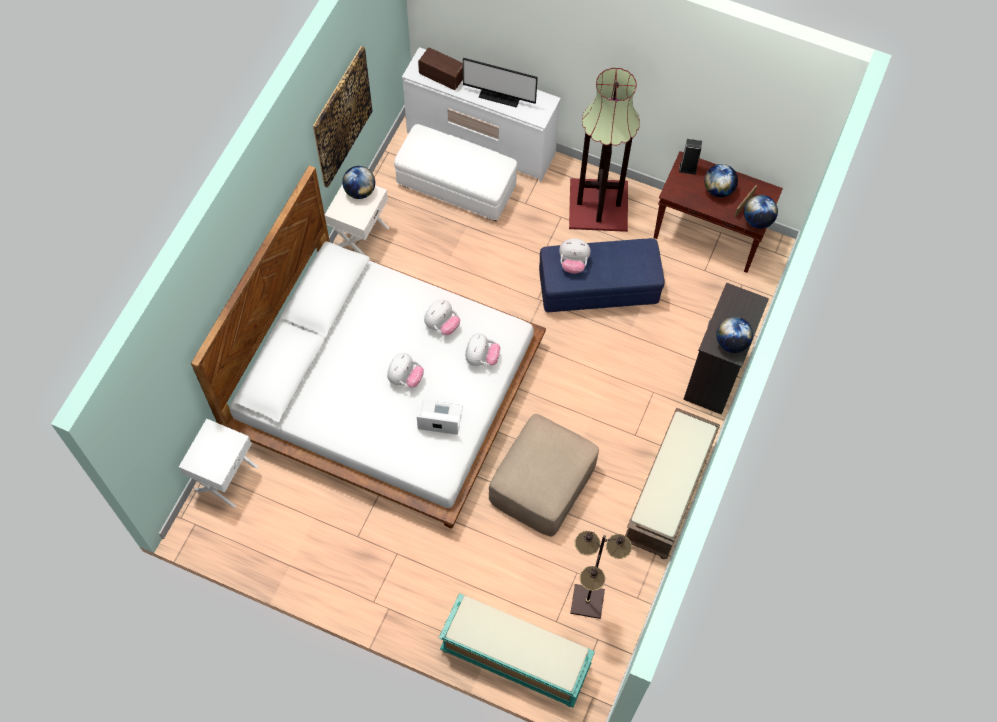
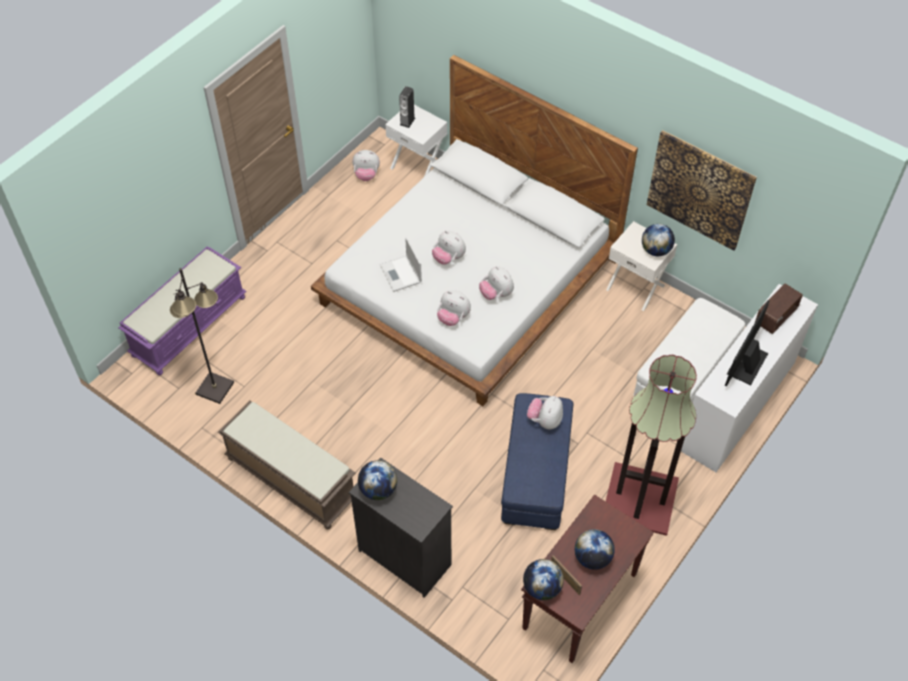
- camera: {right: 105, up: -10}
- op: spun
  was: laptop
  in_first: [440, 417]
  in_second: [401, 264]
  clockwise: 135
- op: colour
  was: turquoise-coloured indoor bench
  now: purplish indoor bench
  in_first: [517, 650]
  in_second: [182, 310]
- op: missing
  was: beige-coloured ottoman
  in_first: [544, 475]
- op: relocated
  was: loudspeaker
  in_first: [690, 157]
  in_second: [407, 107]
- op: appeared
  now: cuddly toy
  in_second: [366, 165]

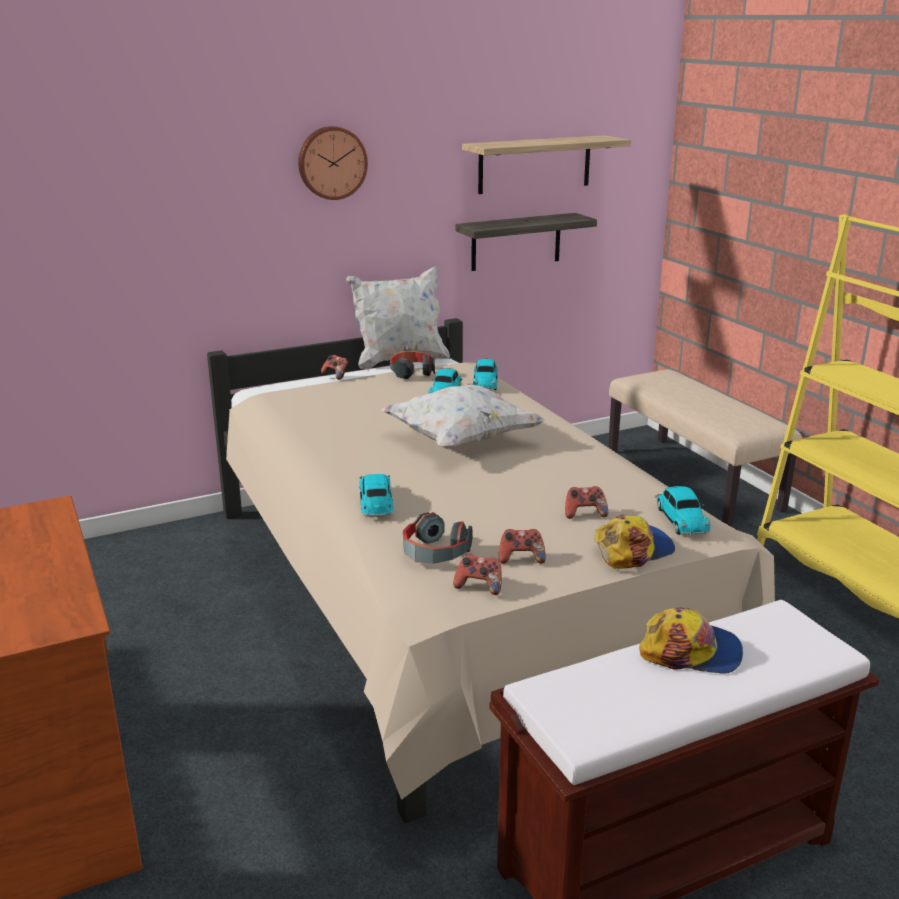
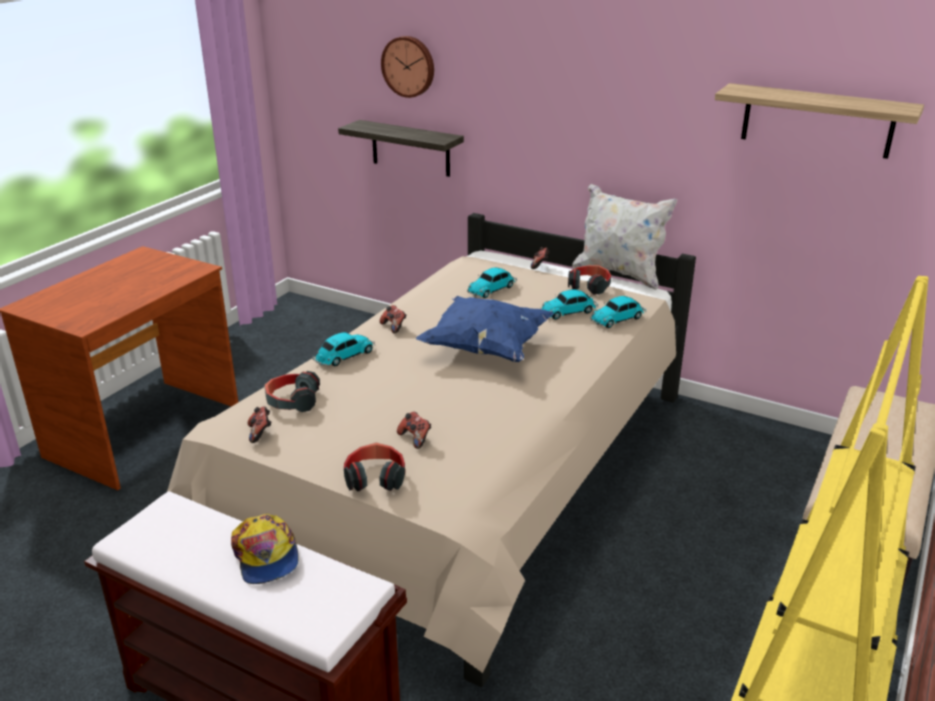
- camera: {right: 55, up: 5}
- op: relocated
  was: wall clock
  in_first: [333, 163]
  in_second: [407, 67]
- op: colour
  was: white pillow
  now: blue-coloured pillow
  in_first: [464, 417]
  in_second: [485, 329]
- op: relocated
  was: wall shelf
  in_first: [526, 242]
  in_second: [401, 148]
- op: relocated
  was: joypad
  in_first: [522, 546]
  in_second: [393, 319]
- op: exchanged
  was: baseball cap
  now: headphones
  in_first: [634, 541]
  in_second: [374, 467]
- op: relocated
  was: model car
  in_first: [683, 511]
  in_second: [492, 282]

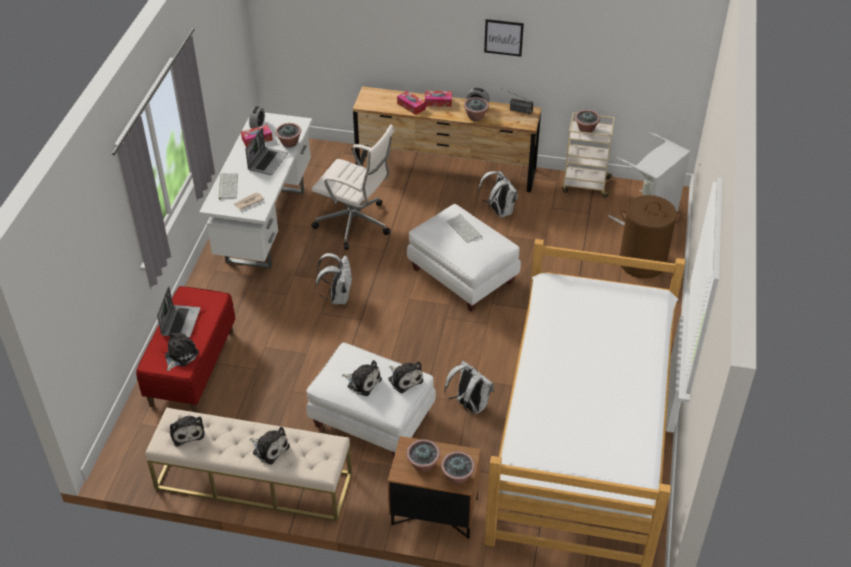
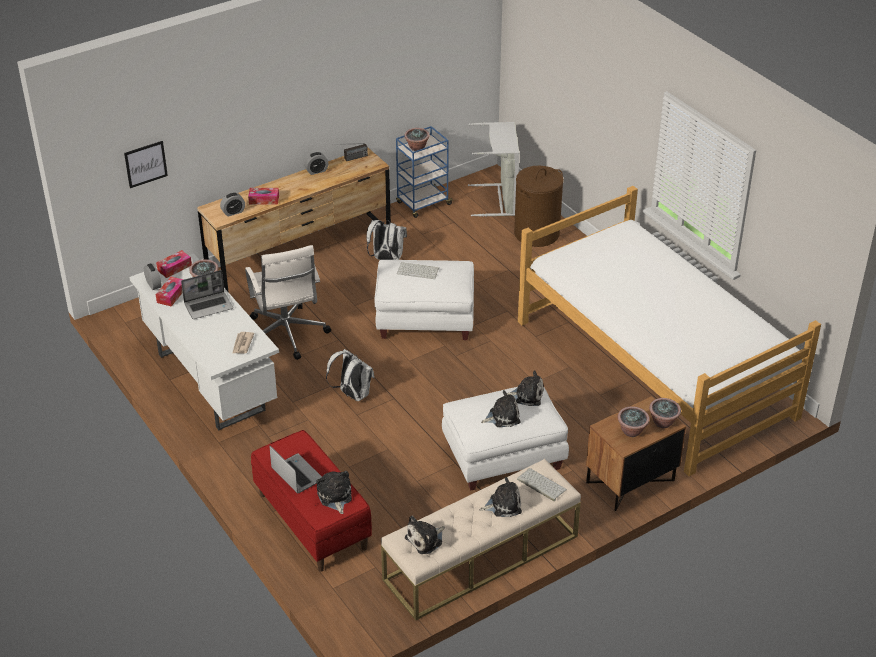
- camera: {right: -45, up: -5}
- op: spun
  was: cuddly toy
  in_first: [187, 431]
  in_second: [425, 534]
  clockwise: 120
- op: relocated
  was: computer keyboard
  in_first: [228, 186]
  in_second: [542, 484]
- op: spun
  was: laptop
  in_first: [266, 151]
  in_second: [207, 294]
  clockwise: 90
- op: spun
  was: white office chair
  in_first: [352, 187]
  in_second: [288, 302]
  clockwise: 90
- op: relocated
  was: tissue box
  in_first: [438, 99]
  in_second: [174, 264]
- op: missing
  was: white knapsack
  in_first: [469, 387]
- op: missing
  was: houseplant
  in_first: [476, 109]
- op: relocated
  was: picture
  in_first: [504, 38]
  in_second: [146, 164]
- op: colour
  was: beige-coloured trolley
  now: blue-coloured trolley
  in_first: [588, 155]
  in_second: [425, 172]
- op: appeared
  now: table clock
  in_second: [232, 205]

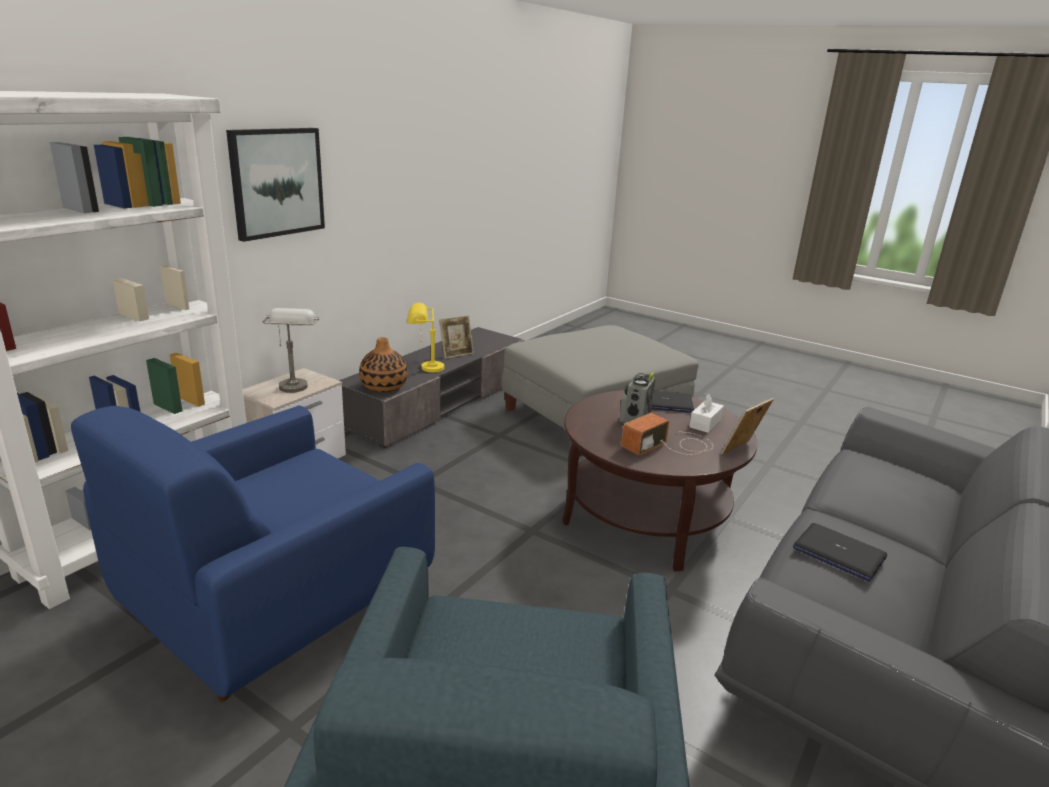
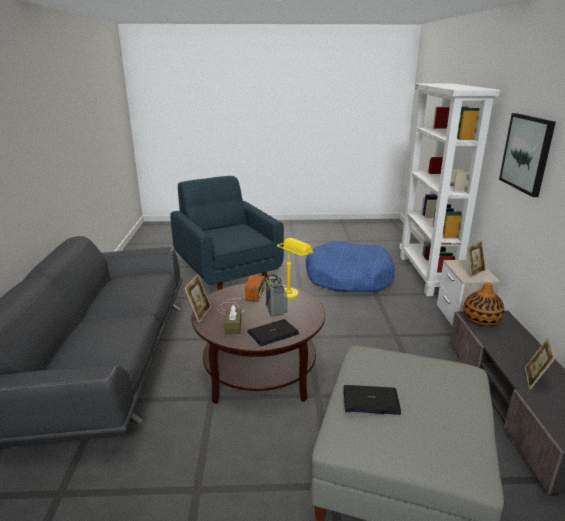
- camera: {right: 145, up: 0}
- op: exchanged
  was: blue-coloured armchair
  now: blue-coloured pet bed
  in_first: [253, 553]
  in_second: [350, 266]
- op: exchanged
  was: grey tabletop lamp
  now: picture frame
  in_first: [291, 350]
  in_second: [476, 259]
- op: relocated
  was: yellow tabletop lamp
  in_first: [425, 338]
  in_second: [295, 269]
- op: colour
  was: white tissue box
  now: brownish tissue box
  in_first: [706, 413]
  in_second: [232, 319]
- op: relocated
  was: laptop
  in_first: [840, 552]
  in_second: [372, 400]

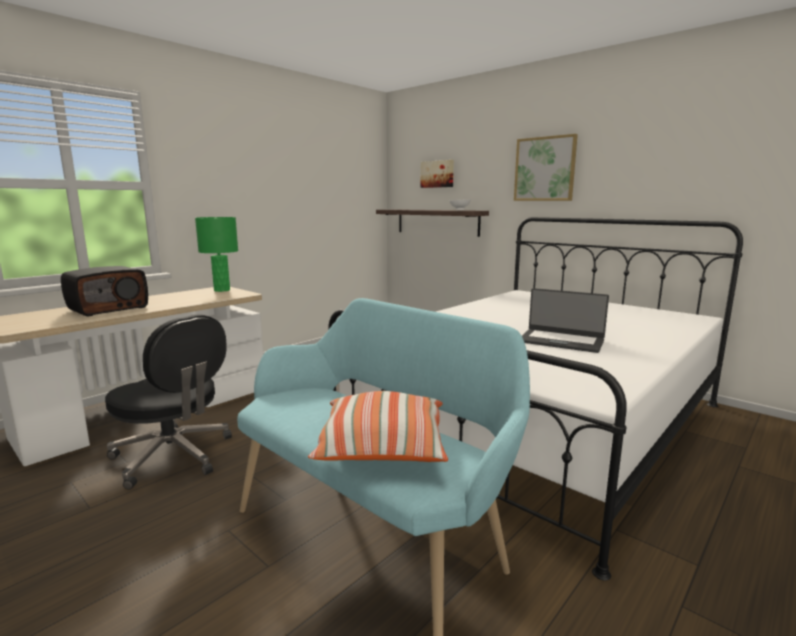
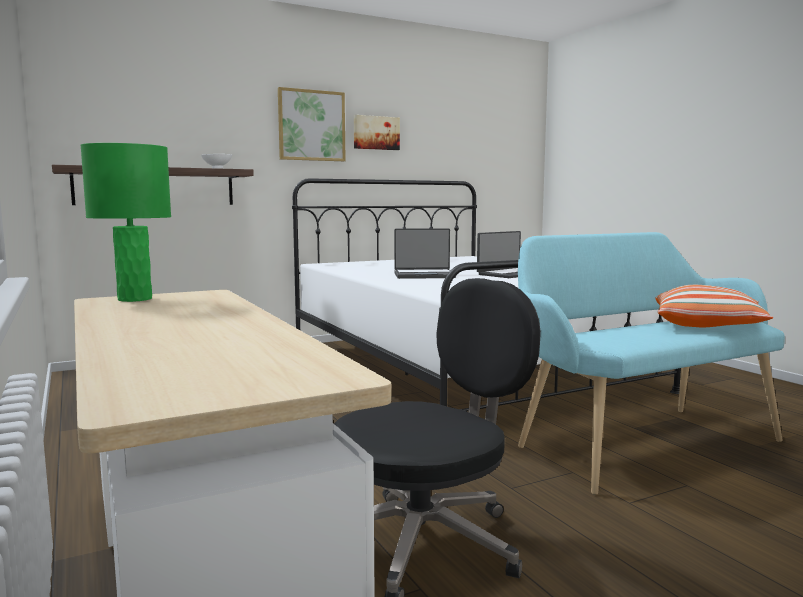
- camera: {right: -70, up: -5}
- op: missing
  was: radio receiver
  in_first: [104, 291]
- op: relocated
  was: picture
  in_first: [437, 174]
  in_second: [377, 132]
- op: appeared
  now: laptop
  in_second: [425, 253]

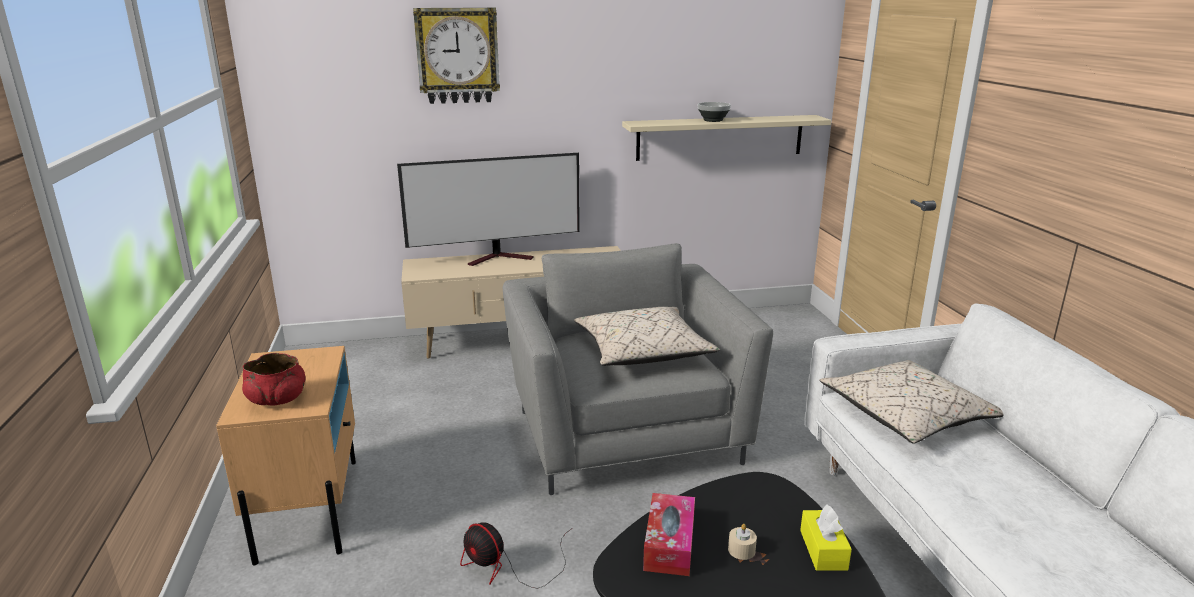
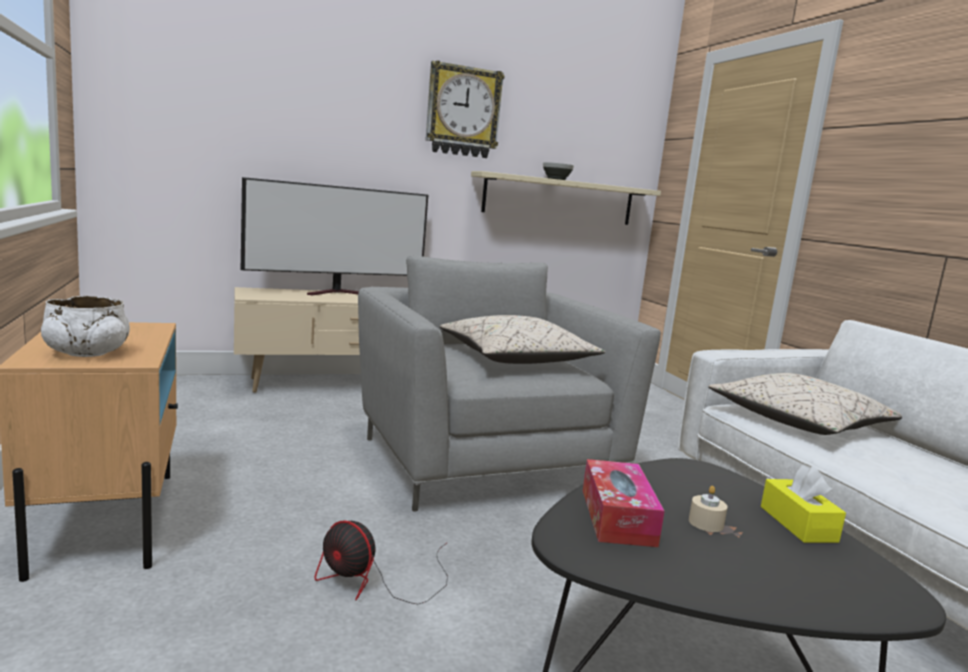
- camera: {right: -10, up: -10}
- op: colour
  was: red-coloured deep dish
  now: white deep dish
  in_first: [273, 379]
  in_second: [85, 326]
- op: relocated
  was: wall clock
  in_first: [456, 56]
  in_second: [465, 109]

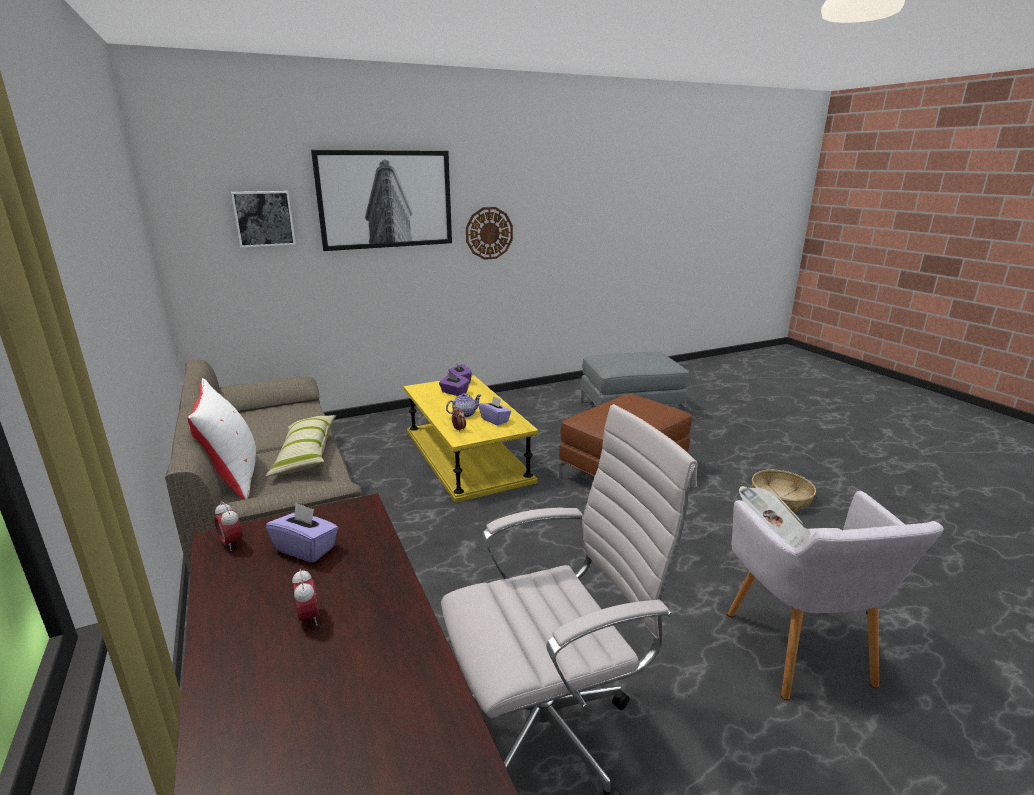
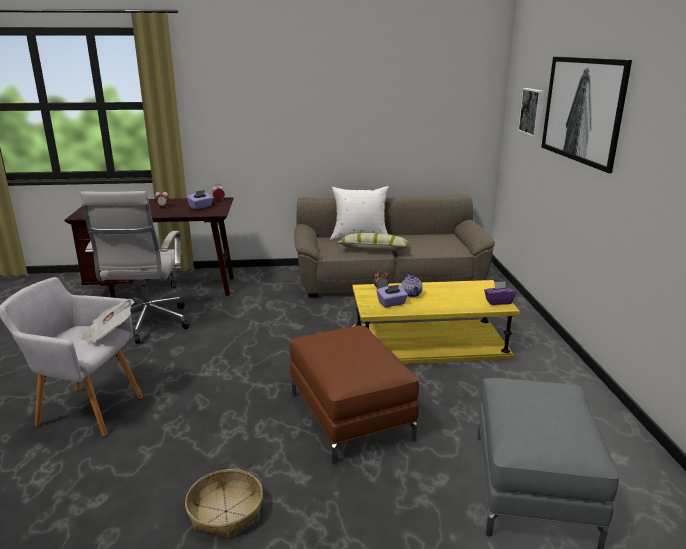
- camera: {right: 110, up: 0}
- op: missing
  was: purplish tissue box
  in_first: [454, 384]
- op: missing
  was: wall clock
  in_first: [489, 233]

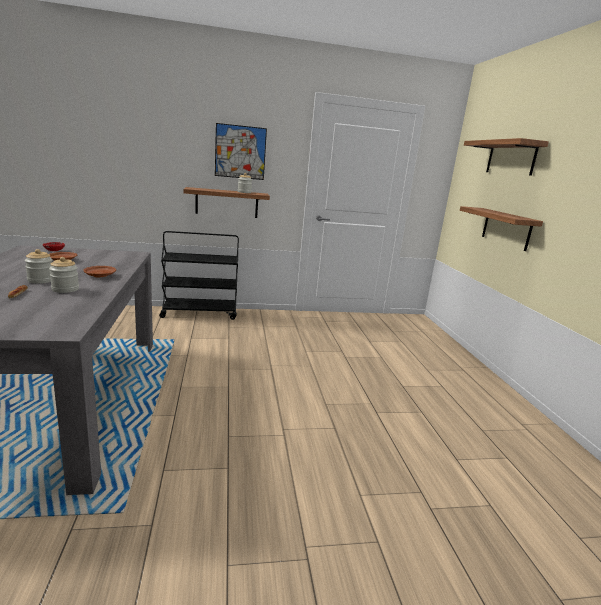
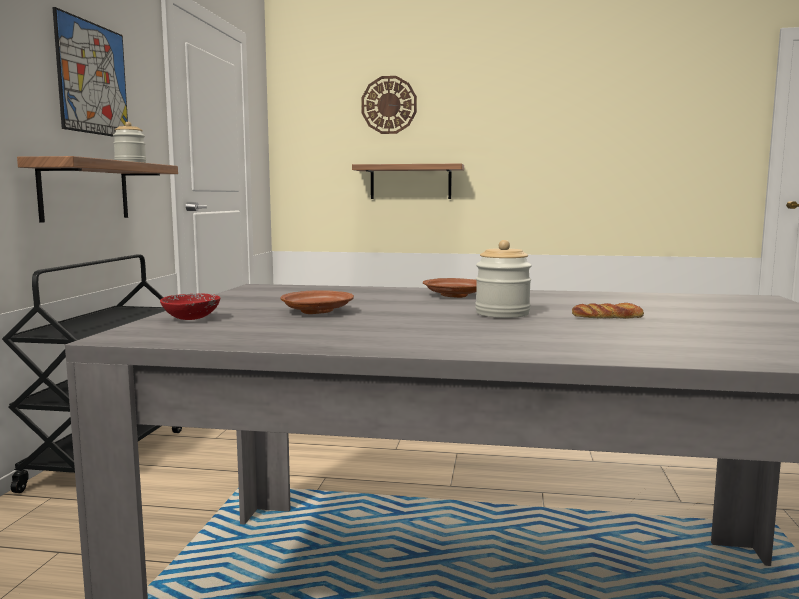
- camera: {right: -70, up: -10}
- op: missing
  was: storage jar
  in_first: [64, 275]
- op: exchanged
  was: wall shelf
  now: wall clock
  in_first: [506, 157]
  in_second: [389, 105]

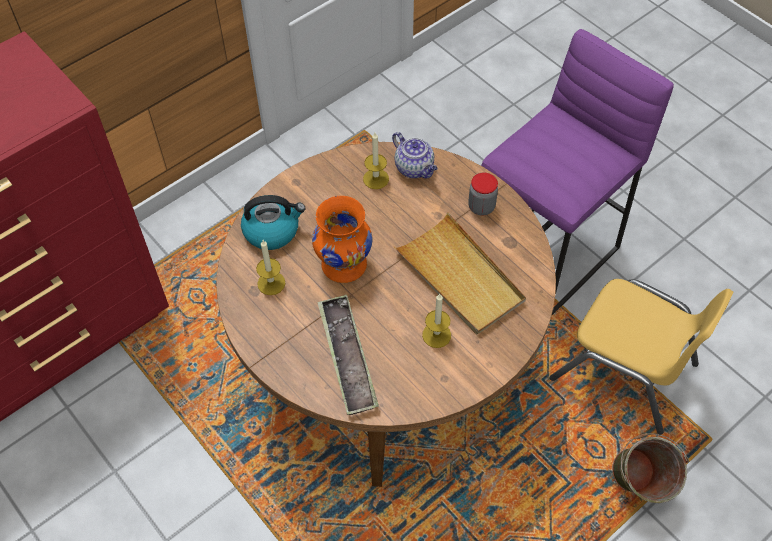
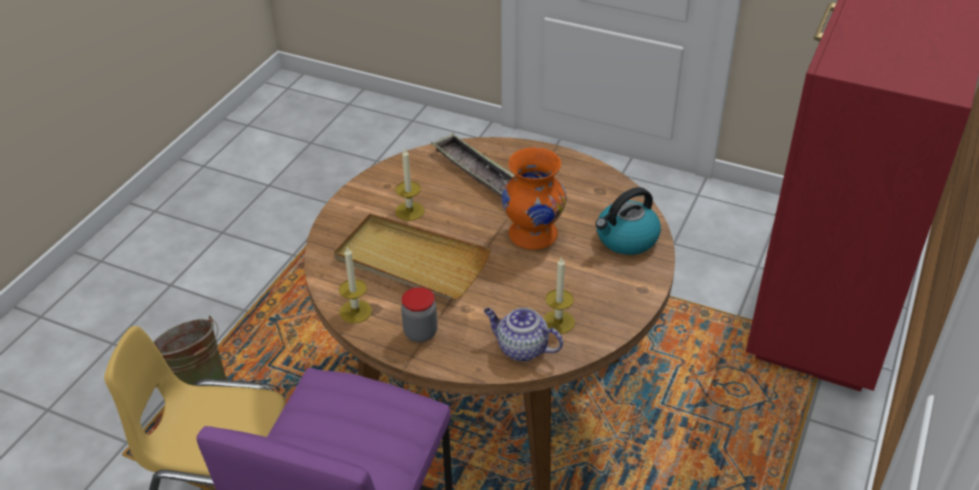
- camera: {right: 155, up: -15}
- op: relocated
  was: wax light
  in_first: [270, 267]
  in_second: [355, 285]

